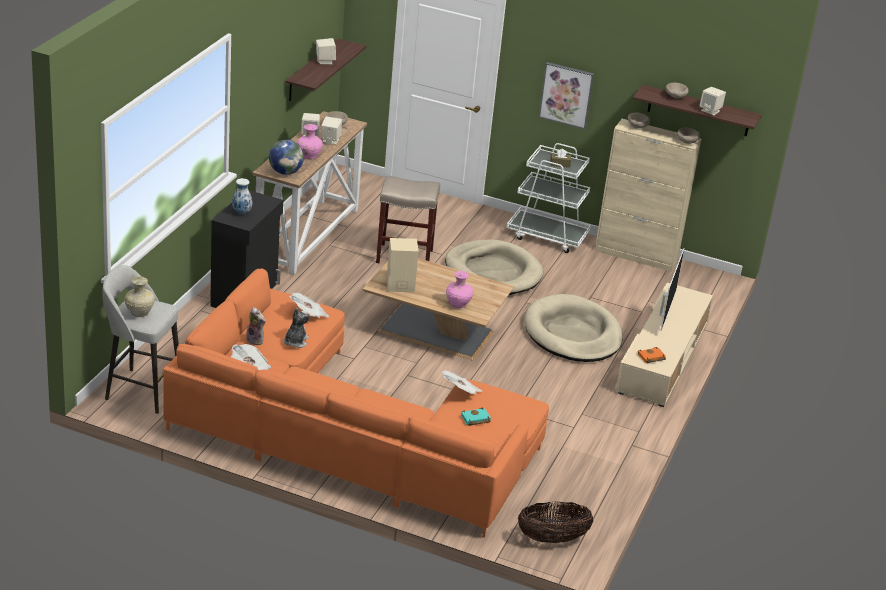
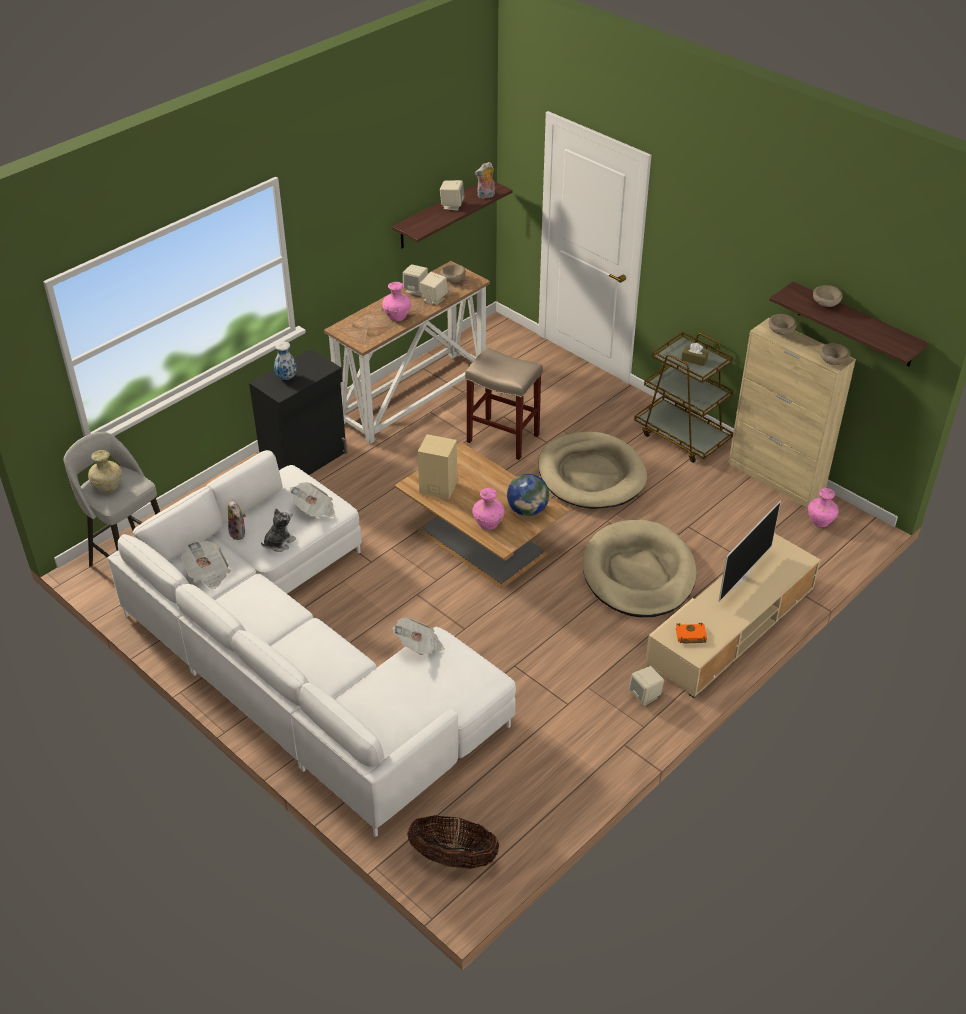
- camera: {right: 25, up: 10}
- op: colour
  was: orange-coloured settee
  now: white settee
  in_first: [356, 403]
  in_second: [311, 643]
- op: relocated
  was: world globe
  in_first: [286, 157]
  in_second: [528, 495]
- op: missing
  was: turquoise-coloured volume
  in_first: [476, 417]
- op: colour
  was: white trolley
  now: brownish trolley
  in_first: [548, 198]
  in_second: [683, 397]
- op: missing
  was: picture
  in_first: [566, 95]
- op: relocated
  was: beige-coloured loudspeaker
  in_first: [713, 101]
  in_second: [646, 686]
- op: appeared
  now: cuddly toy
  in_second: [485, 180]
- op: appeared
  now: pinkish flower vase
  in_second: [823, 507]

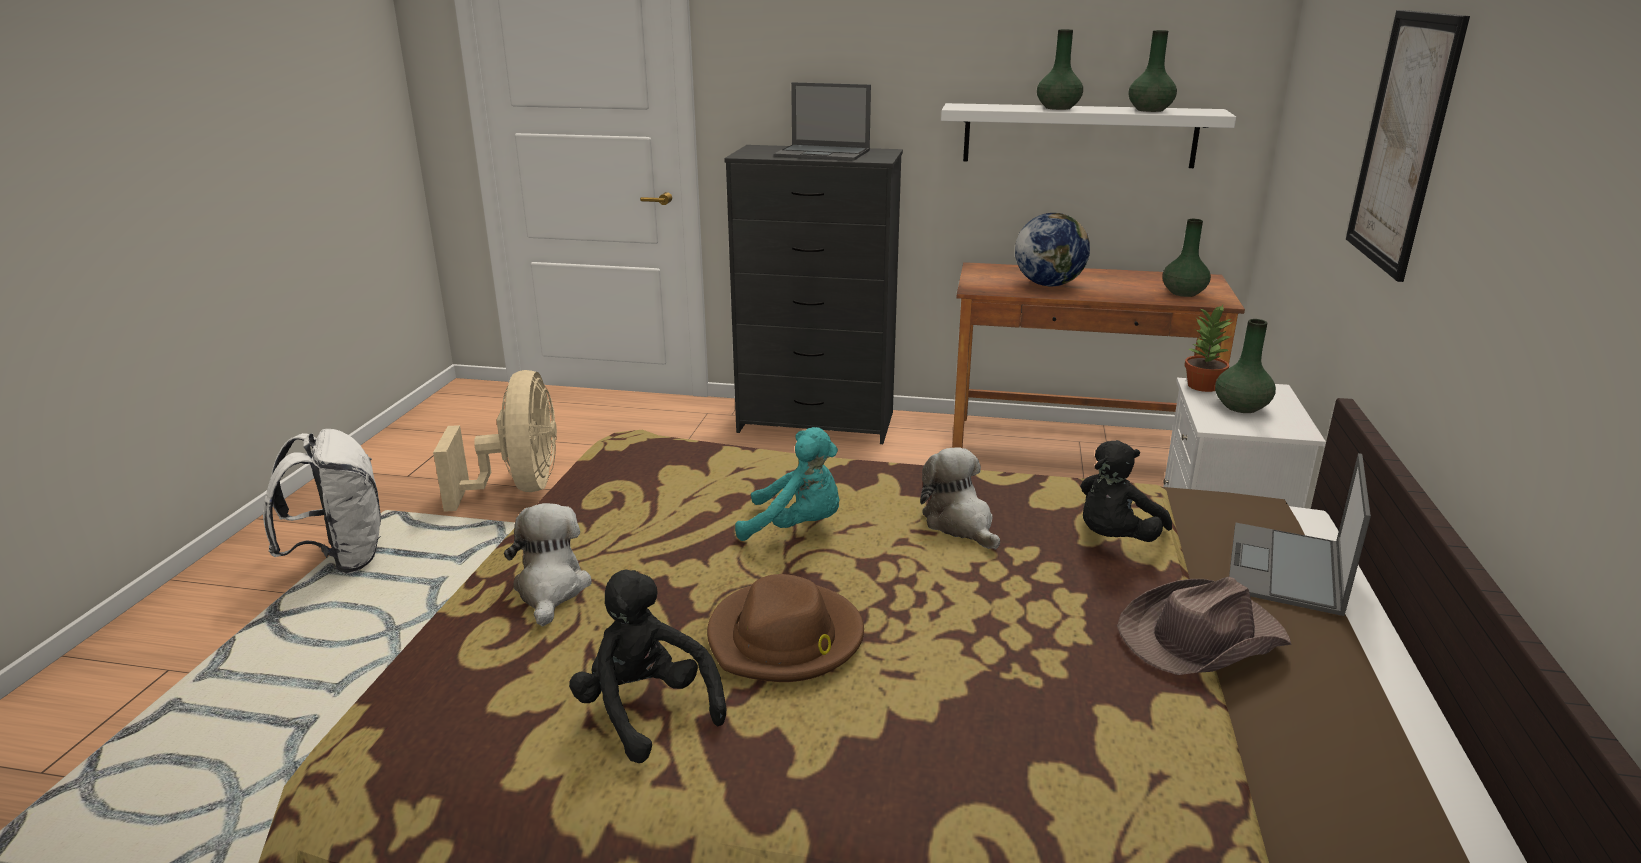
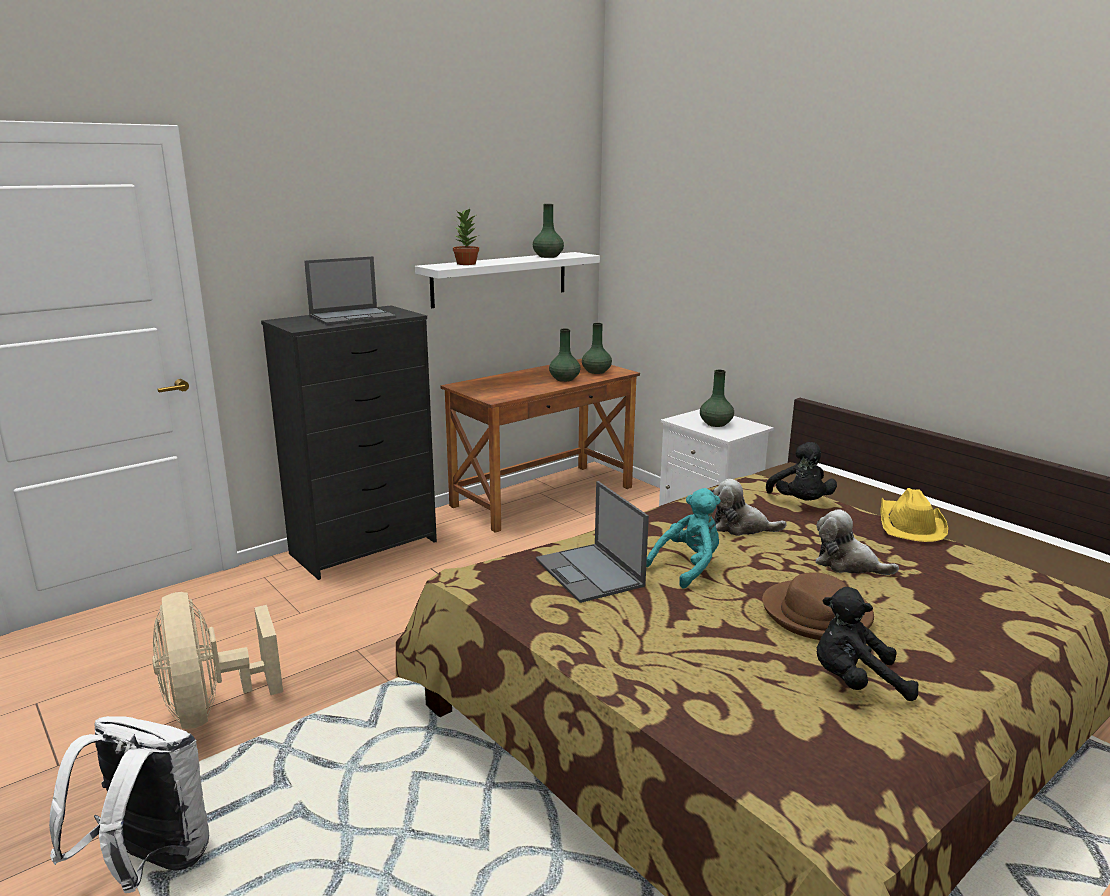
- camera: {right: -50, up: -5}
- op: spun
  was: beige-coloured electric fan
  in_first: [495, 441]
  in_second: [217, 660]
  clockwise: -150
- op: relocated
  was: cuddly toy
  in_first: [548, 564]
  in_second: [857, 542]
- op: missing
  was: world globe
  in_first: [1052, 249]
- op: relocated
  was: greenish flower vase
  in_first: [1060, 69]
  in_second: [564, 355]
- op: colour
  was: brownish hat
  now: yellow hat
  in_first: [1204, 626]
  in_second: [914, 515]
- op: relocated
  was: houseplant
  in_first: [1209, 348]
  in_second: [466, 236]
- op: relocated
  was: laptop
  in_first: [1300, 534]
  in_second: [592, 542]
- op: missing
  was: picture
  in_first: [1408, 146]

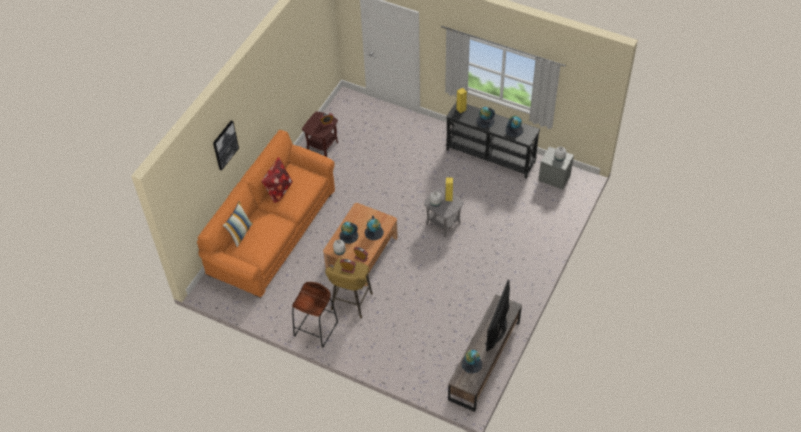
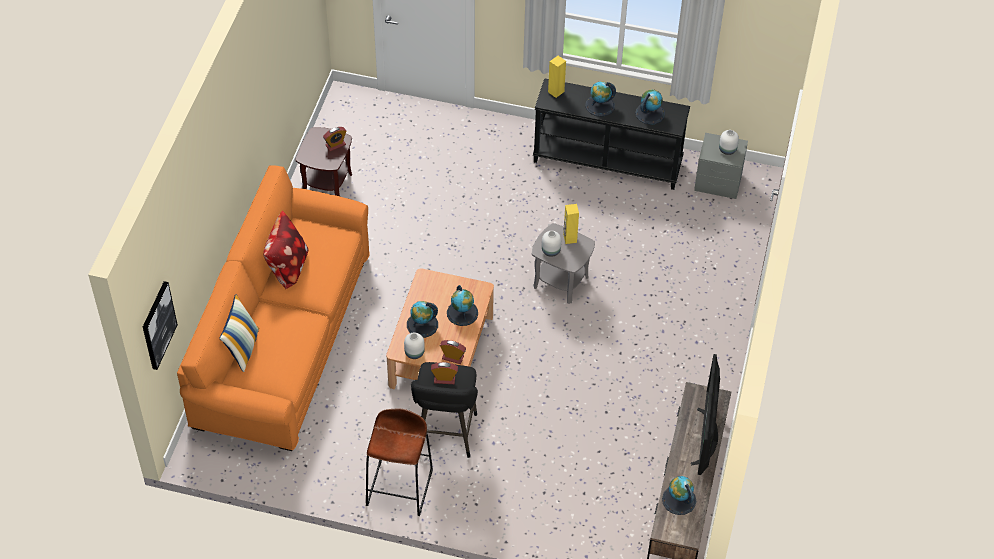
- camera: {right: -15, up: 0}
- op: relocated
  was: picture
  in_first: [226, 145]
  in_second: [160, 325]
- op: colour
  was: yellow sitting stool
  now: blackish sitting stool
  in_first: [349, 288]
  in_second: [444, 410]

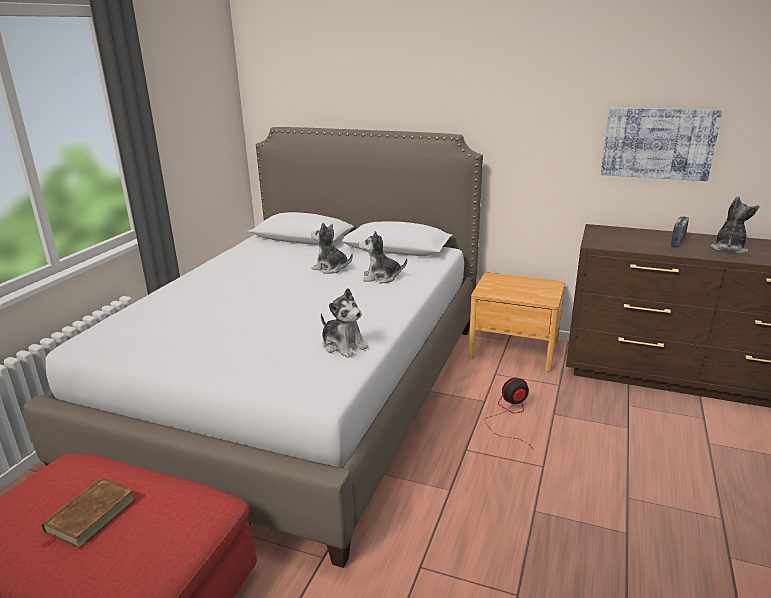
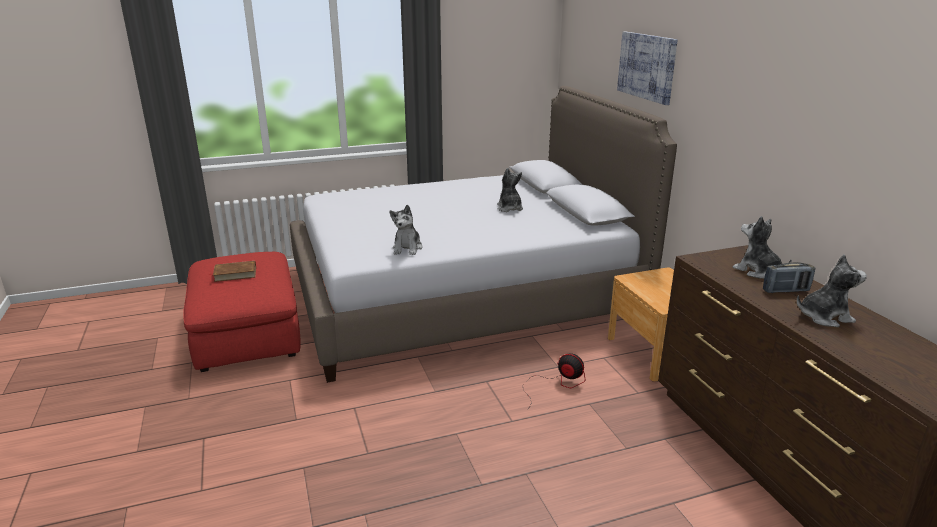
- camera: {right: 50, up: 0}
- op: relocated
  was: cuddly toy
  in_first: [382, 257]
  in_second: [762, 247]
- op: relocated
  was: picture
  in_first: [661, 144]
  in_second: [647, 68]

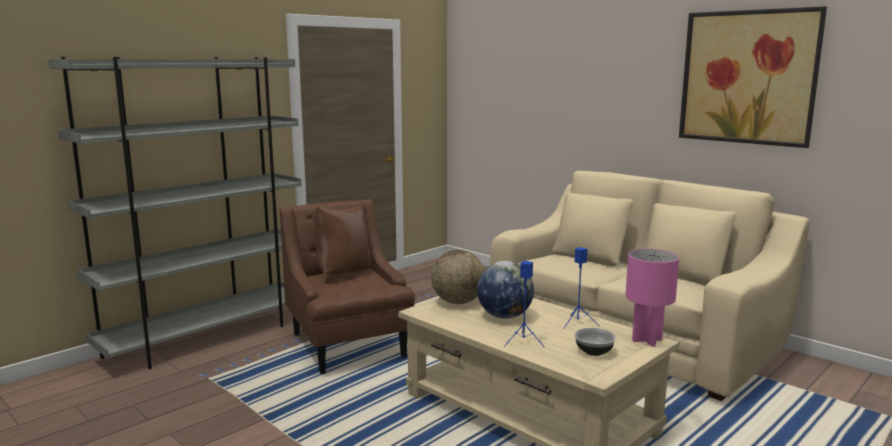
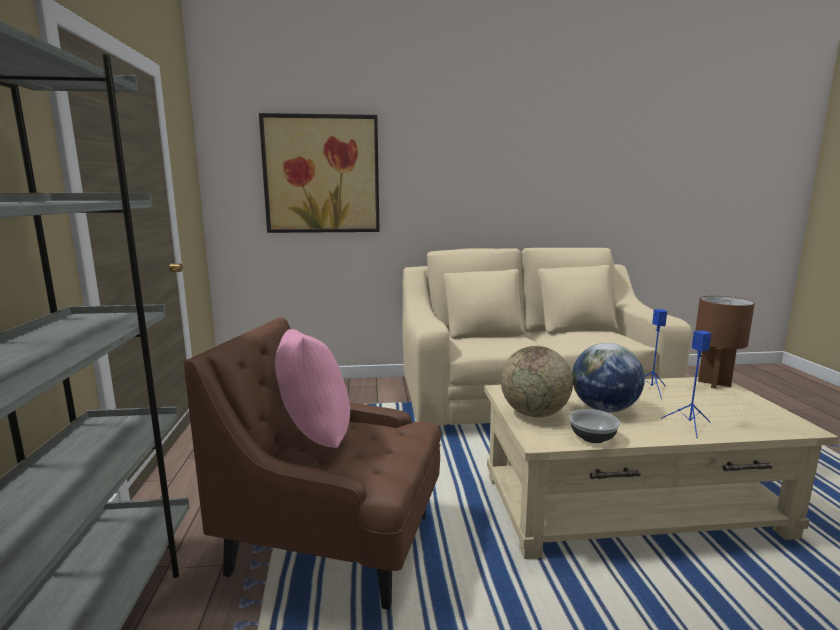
- camera: {right: -50, up: 0}
- op: colour
  was: brownish pillow
  now: pinkish pillow
  in_first: [342, 240]
  in_second: [312, 388]
- op: relocated
  was: deep dish
  in_first: [595, 342]
  in_second: [594, 426]
- op: colour
  was: pinkish tabletop lamp
  now: brownish tabletop lamp
  in_first: [652, 298]
  in_second: [725, 342]
- op: relocated
  was: picture
  in_first: [753, 77]
  in_second: [319, 173]

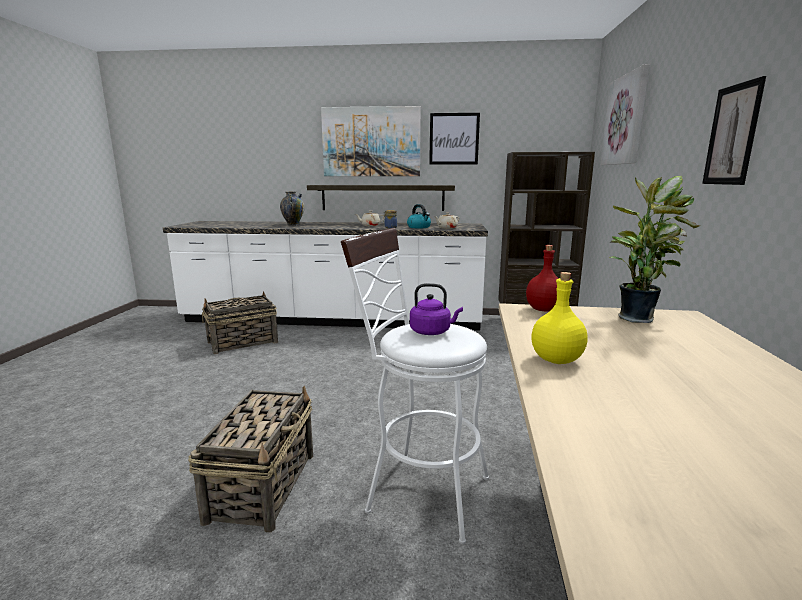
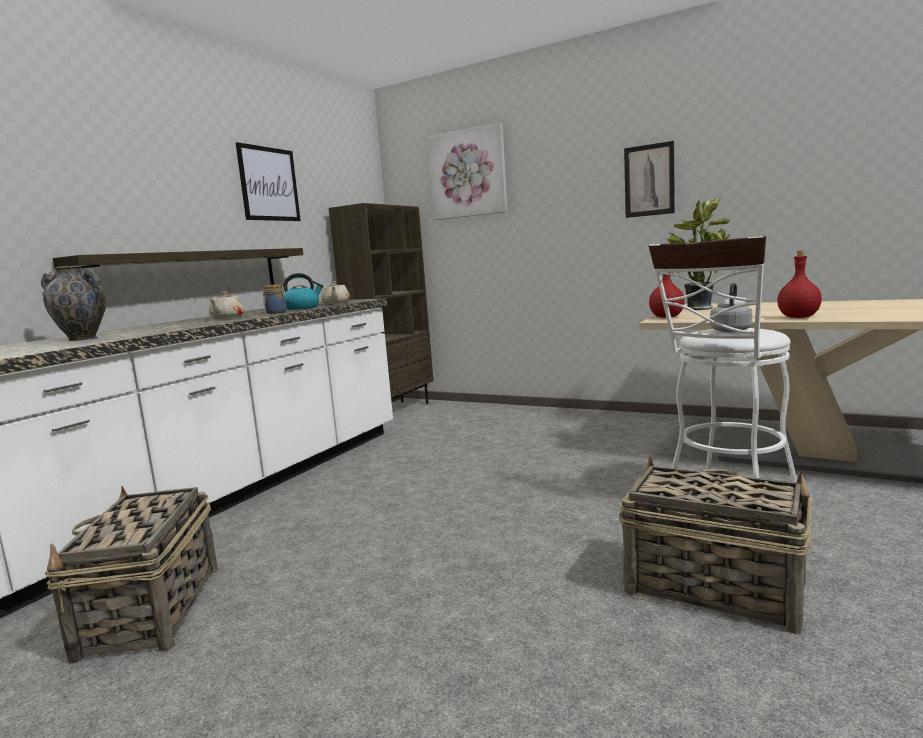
- camera: {right: -65, up: -5}
- op: missing
  was: picture
  in_first: [371, 141]
- op: colour
  was: purplish water kettle
  now: grey water kettle
  in_first: [436, 309]
  in_second: [731, 307]
- op: colour
  was: yellow drink bottle
  now: red-coloured drink bottle
  in_first: [559, 318]
  in_second: [799, 284]

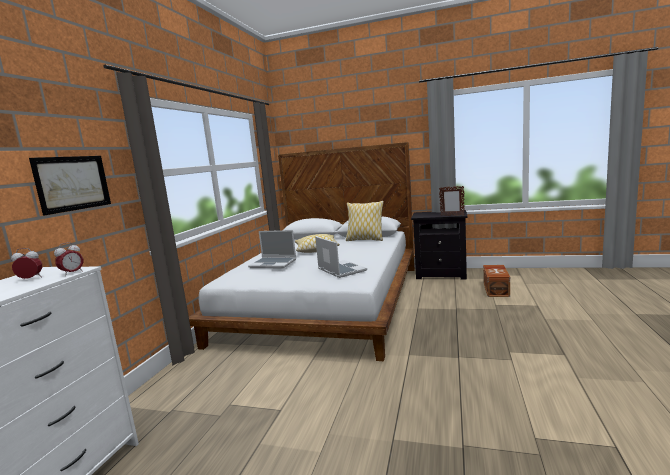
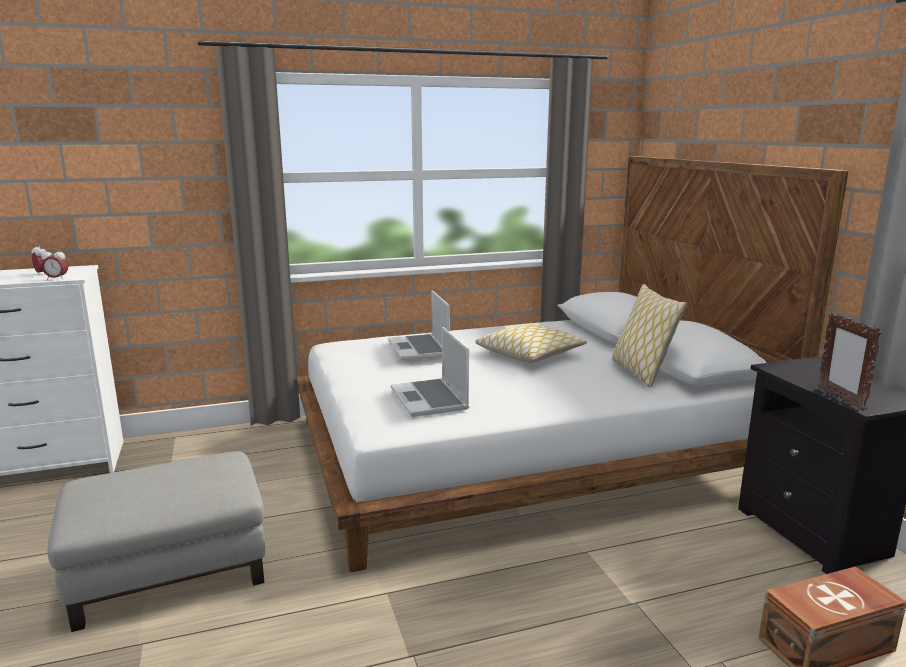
- camera: {right: 55, up: 5}
- op: missing
  was: picture
  in_first: [70, 186]
- op: spun
  was: laptop
  in_first: [341, 257]
  in_second: [430, 372]
  clockwise: 135
- op: appeared
  now: grey ottoman
  in_second: [156, 541]

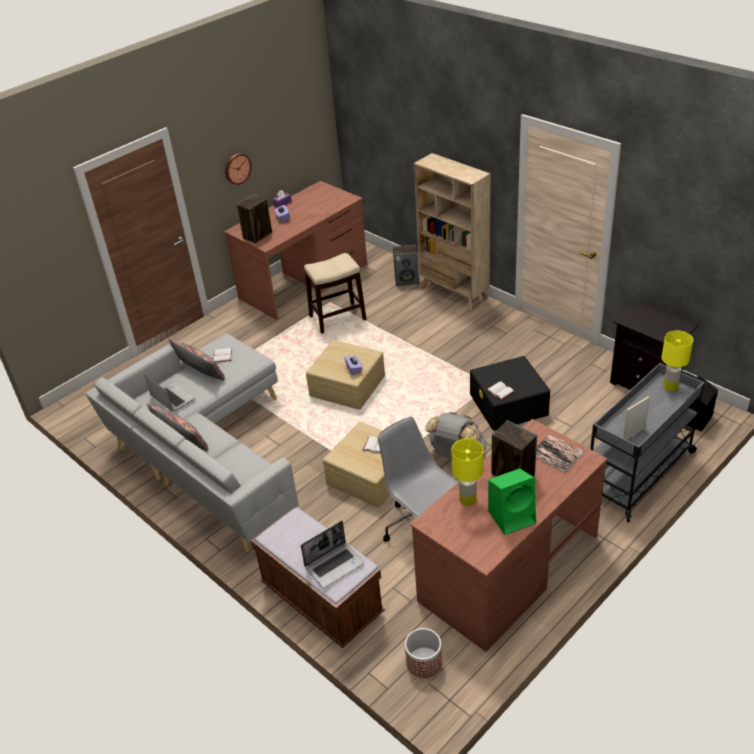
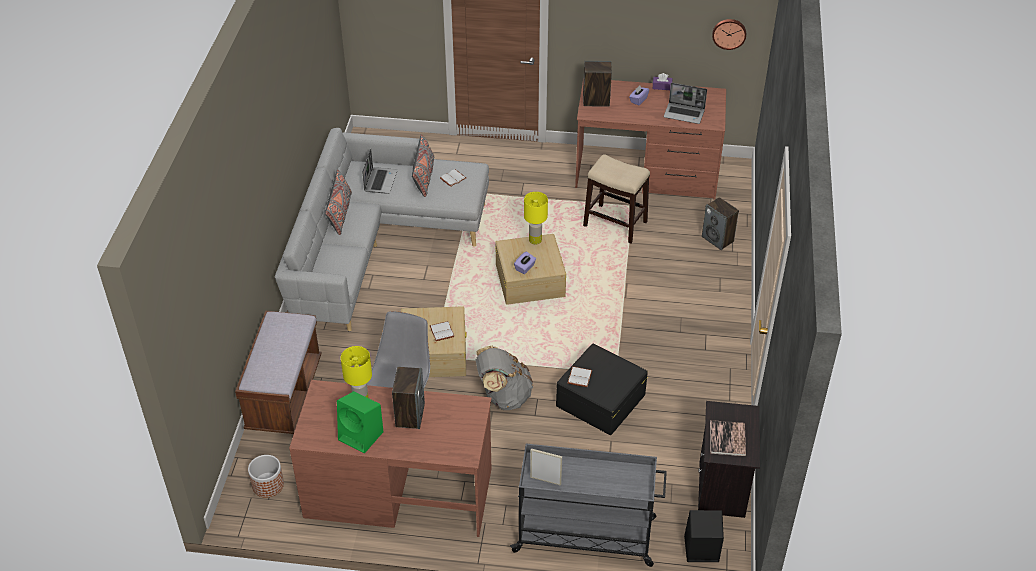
- camera: {right: 50, up: 5}
- op: relocated
  was: wall clock
  in_first: [238, 169]
  in_second: [729, 34]
- op: relocated
  was: laptop
  in_first: [332, 554]
  in_second: [685, 103]
- op: missing
  was: beige-coloured shelving unit
  in_first: [452, 232]
- op: relocated
  was: volume
  in_first: [560, 453]
  in_second: [728, 438]
- op: relocated
  was: yellow tabletop lamp
  in_first: [677, 361]
  in_second: [536, 218]

